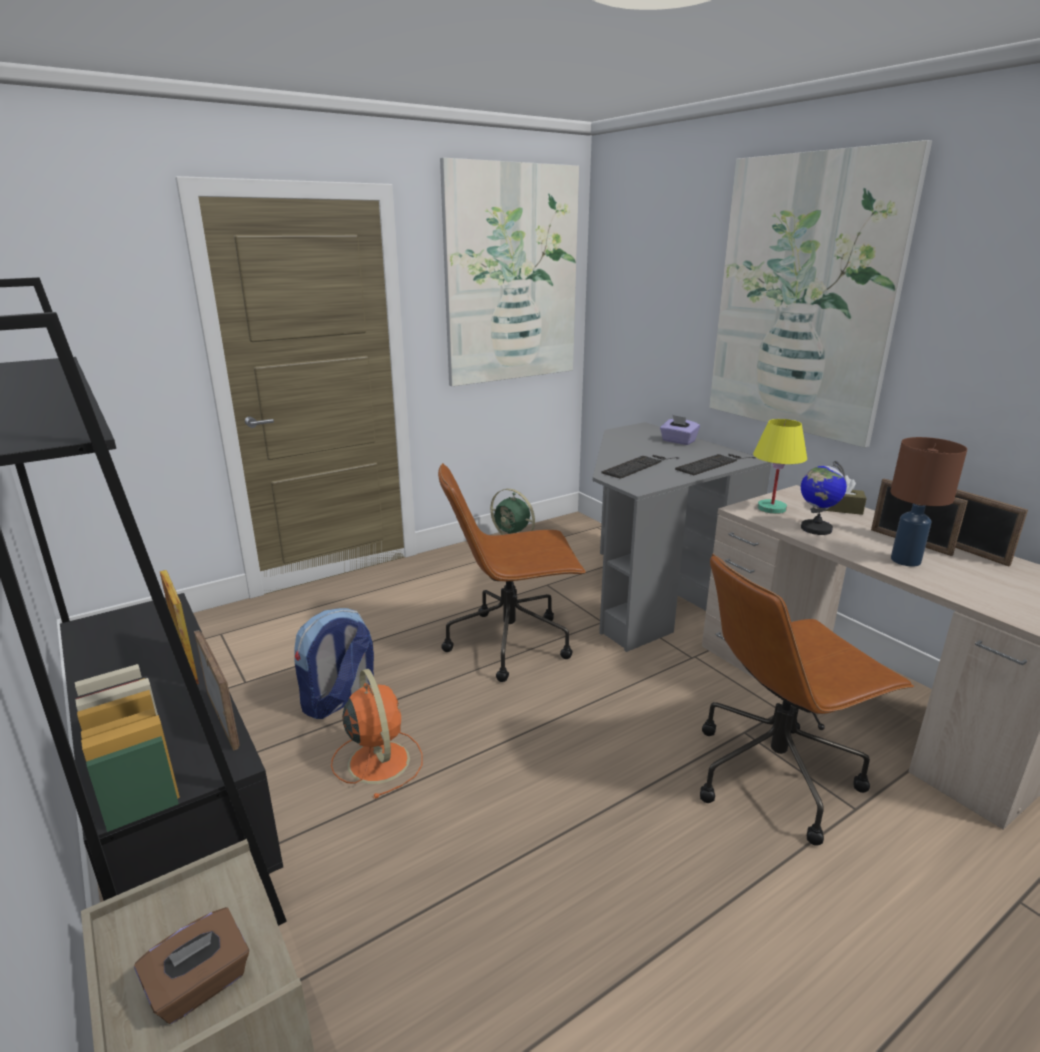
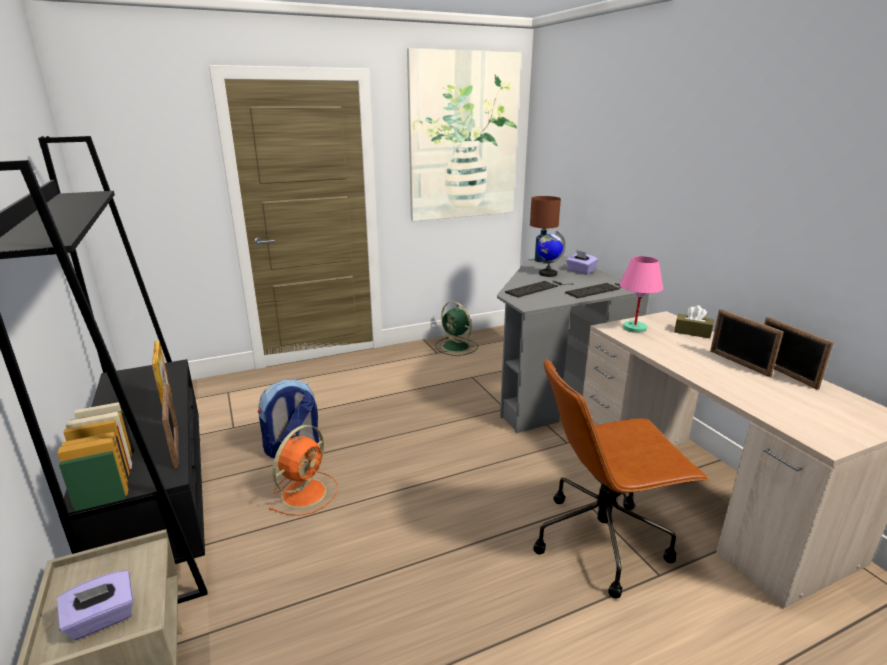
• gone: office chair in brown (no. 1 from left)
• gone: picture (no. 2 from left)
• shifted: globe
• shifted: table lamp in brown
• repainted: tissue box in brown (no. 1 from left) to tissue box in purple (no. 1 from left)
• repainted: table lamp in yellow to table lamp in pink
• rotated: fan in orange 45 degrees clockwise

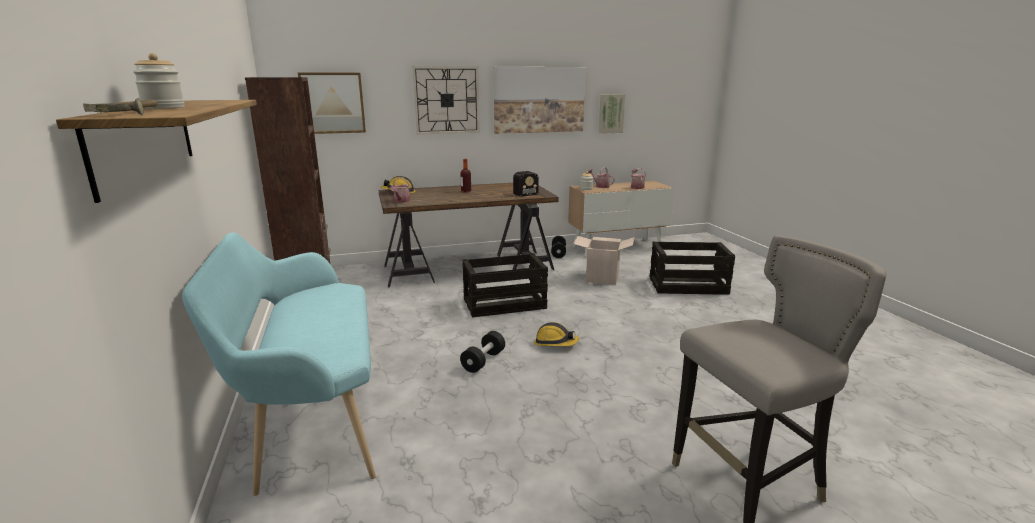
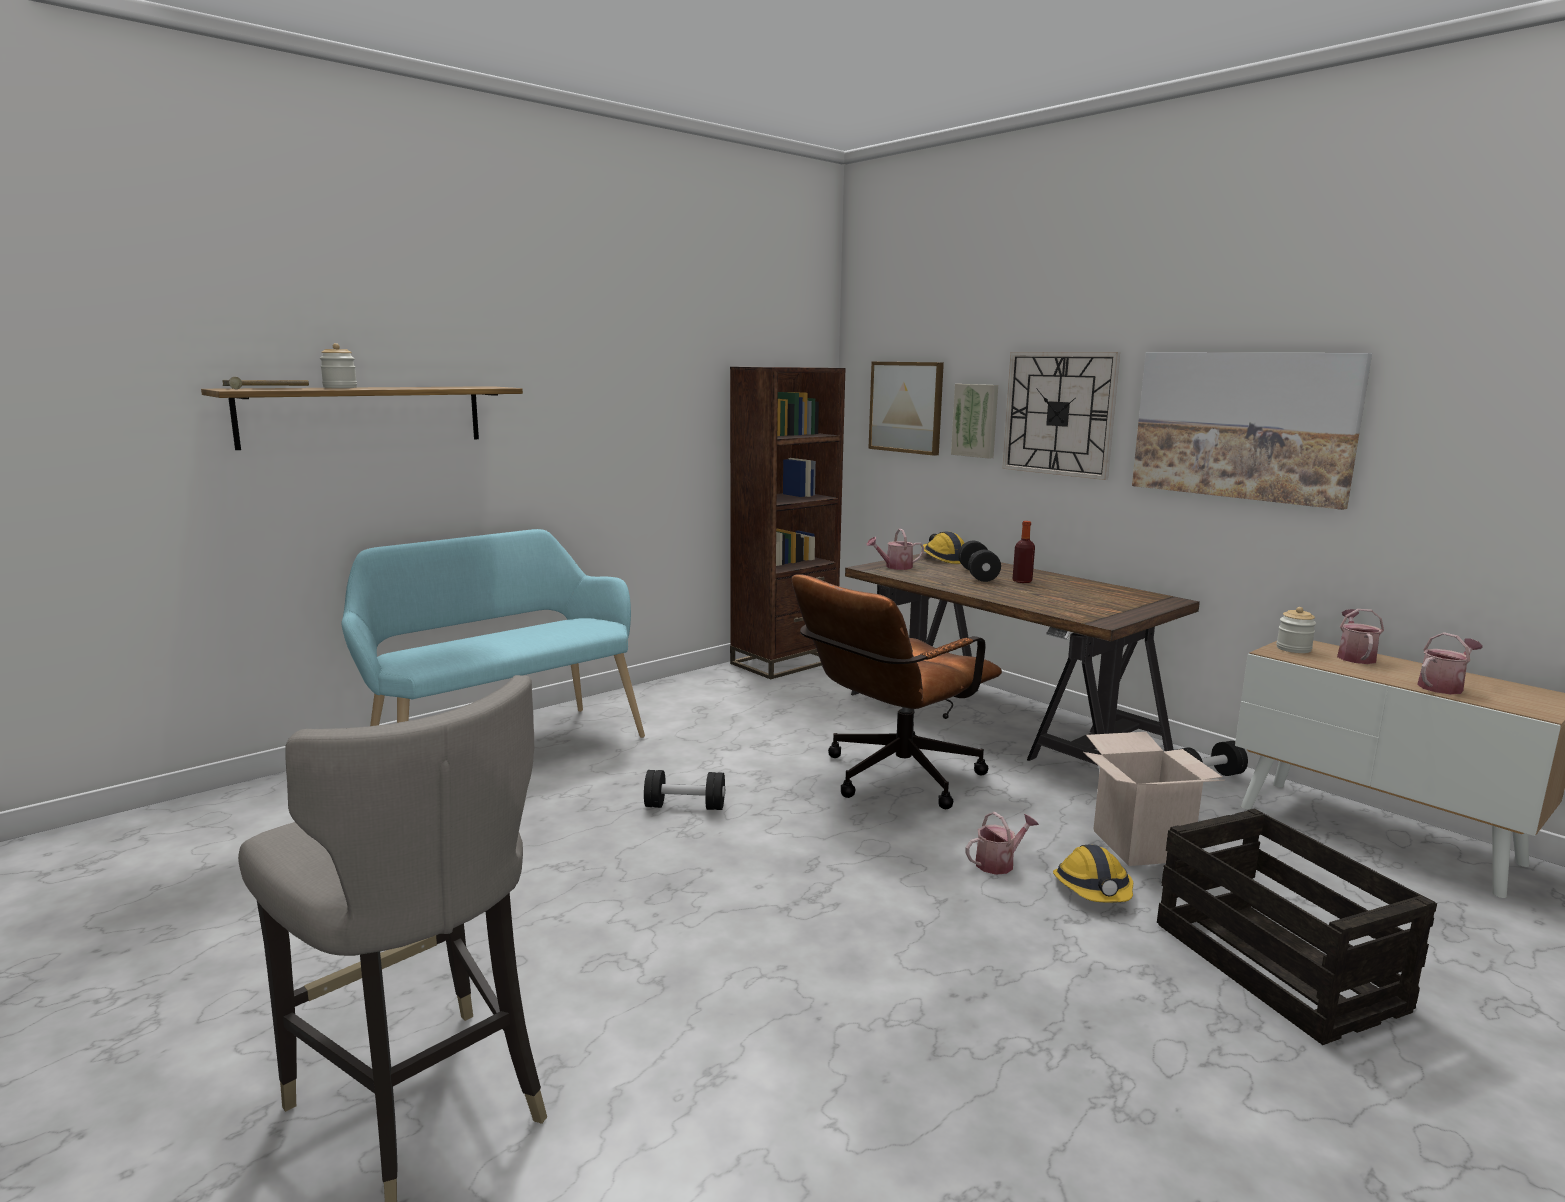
• gone: radio
• new: dumbbell in black (no. 2 from left)
• new: watering can (no. 2 from left)
• shifted: hard hat (no. 2 from left)
• shifted: picture (no. 3 from left in the first image) to picture (no. 2 from left)
• swapped: crate (no. 1 from left) to office chair in brown

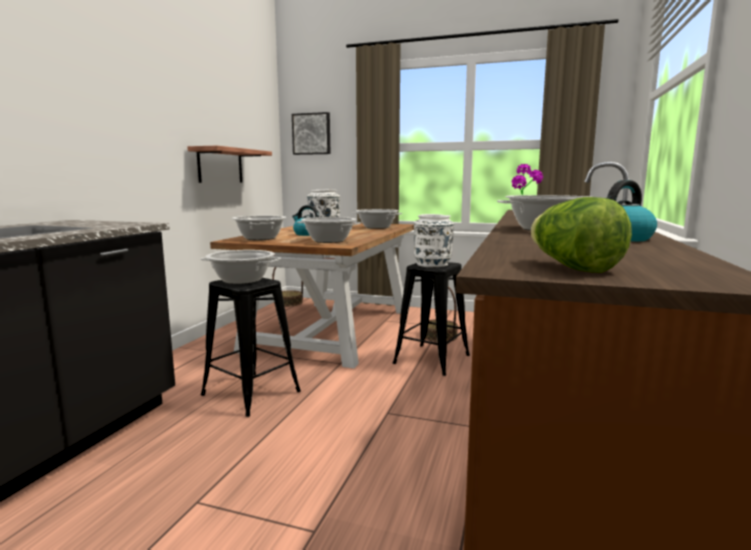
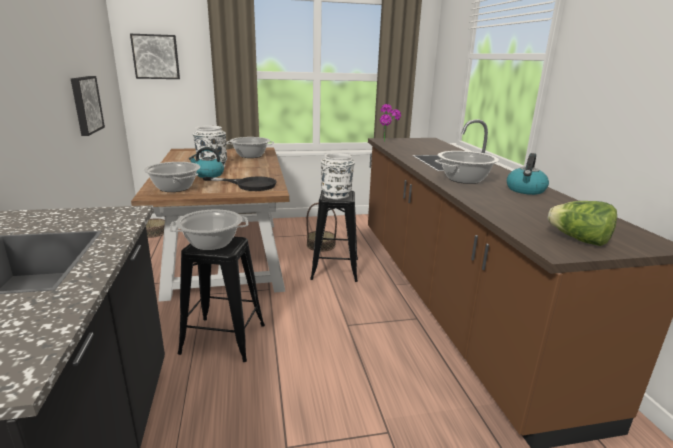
• swapped: shelf to picture (no. 1 from left)
• swapped: cooking pot (no. 3 from left) to frying pan in black

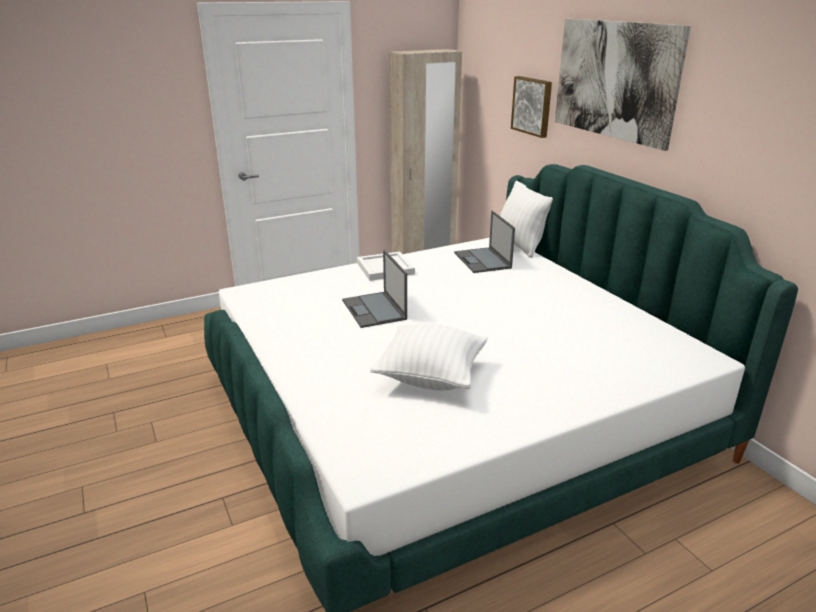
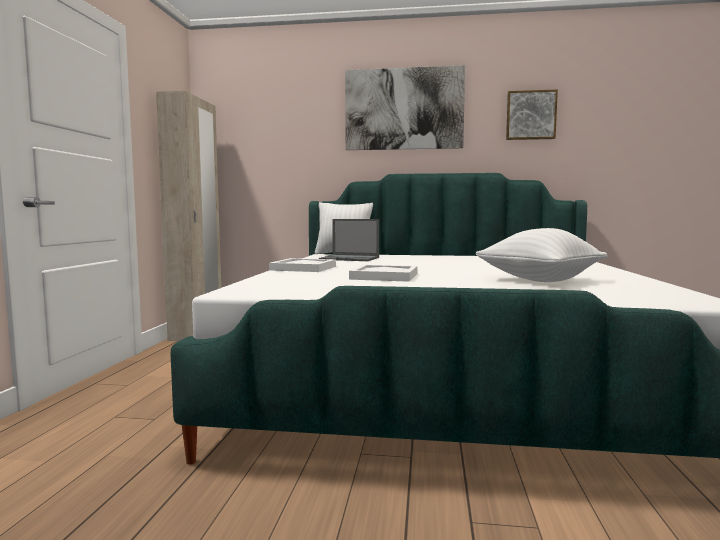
• shifted: picture (no. 1 from left in the first image) to picture (no. 2 from left)
• swapped: laptop (no. 1 from left) to tray in white (no. 2 from left)

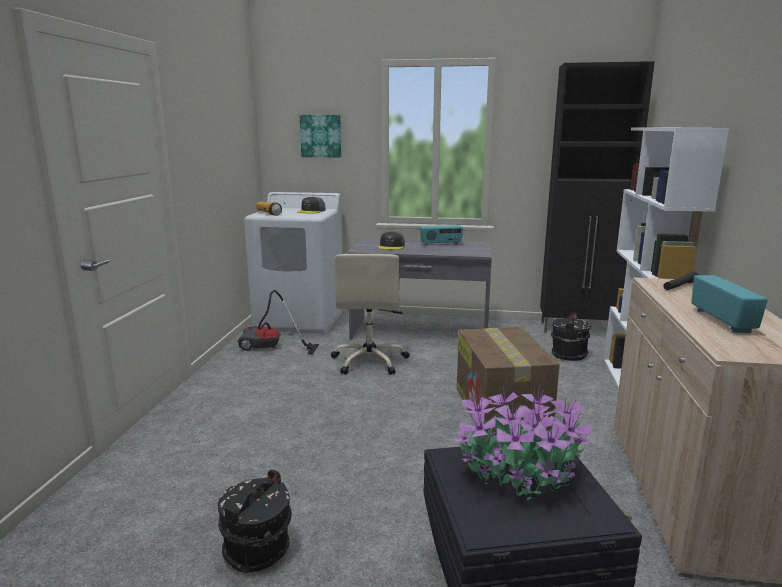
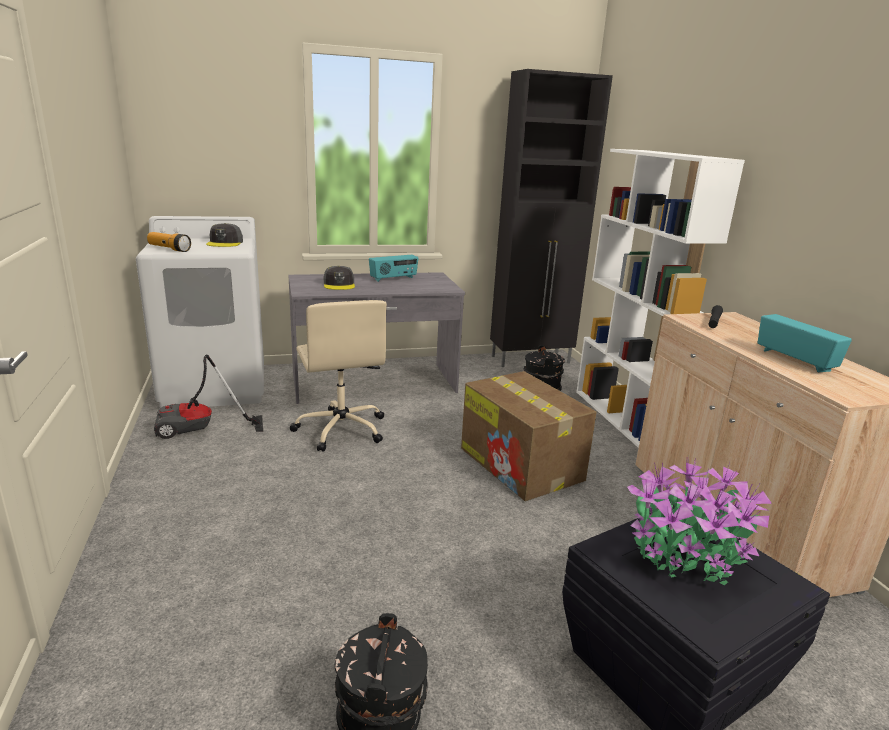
• gone: picture

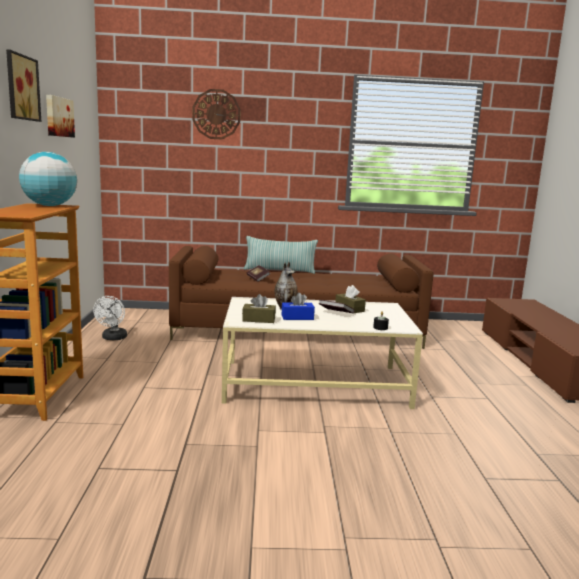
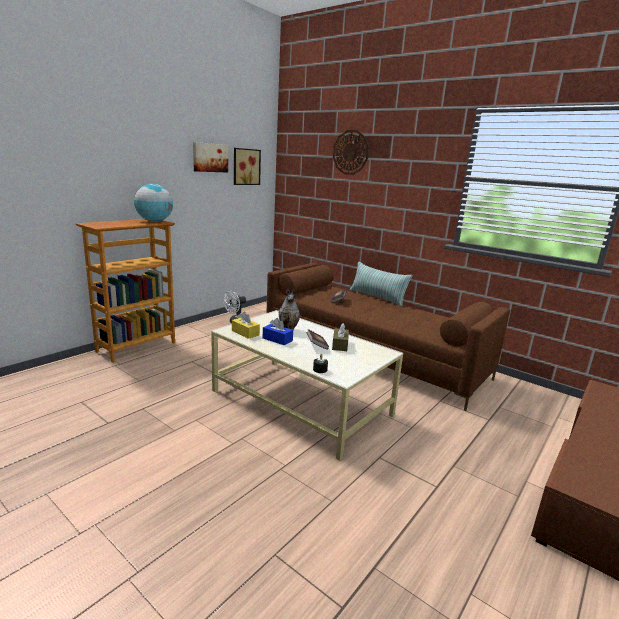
• shifted: picture (no. 1 from left in the first image) to picture (no. 2 from left)
• repainted: tissue box in brown (no. 1 from left) to tissue box in yellow

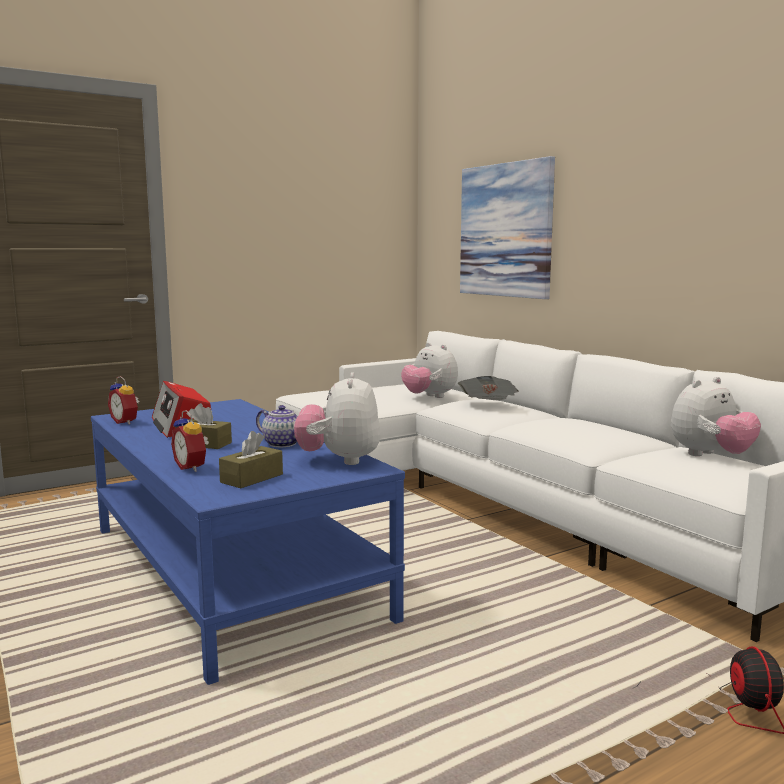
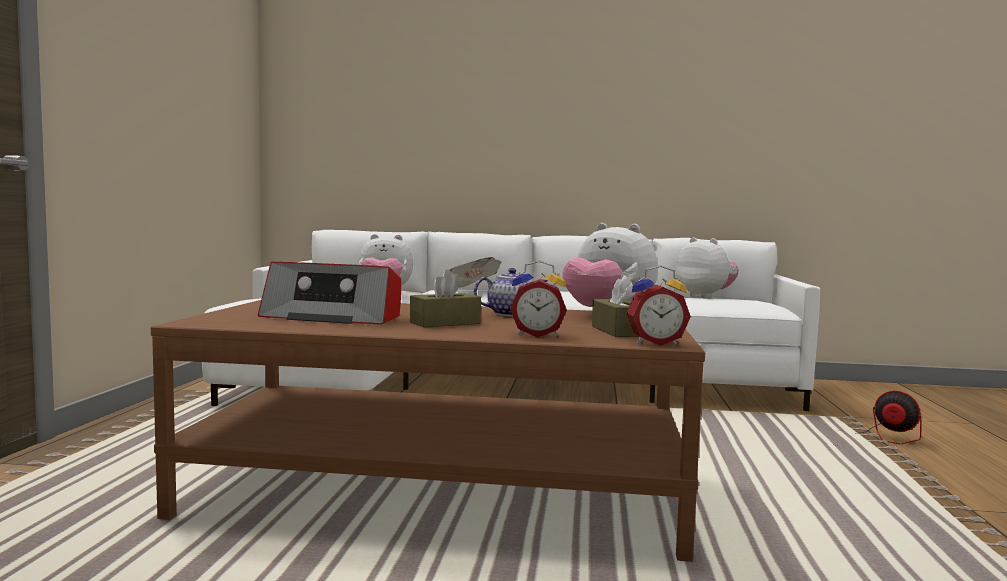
• gone: picture
• shifted: alarm clock (no. 1 from left in the first image) to alarm clock (no. 2 from left)
• repainted: coffee table in blue to coffee table in brown
• rotated: plush toy (no. 3 from left) 45 degrees counterclockwise

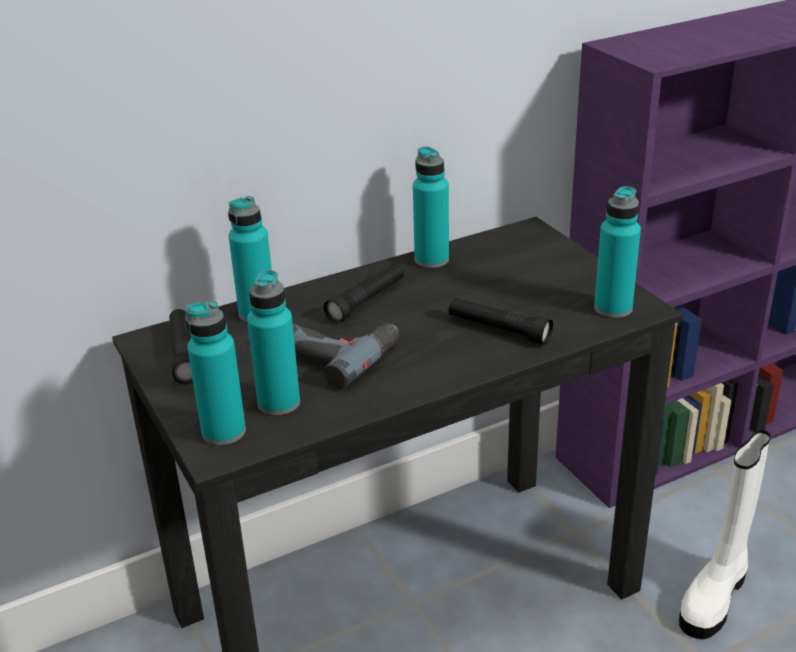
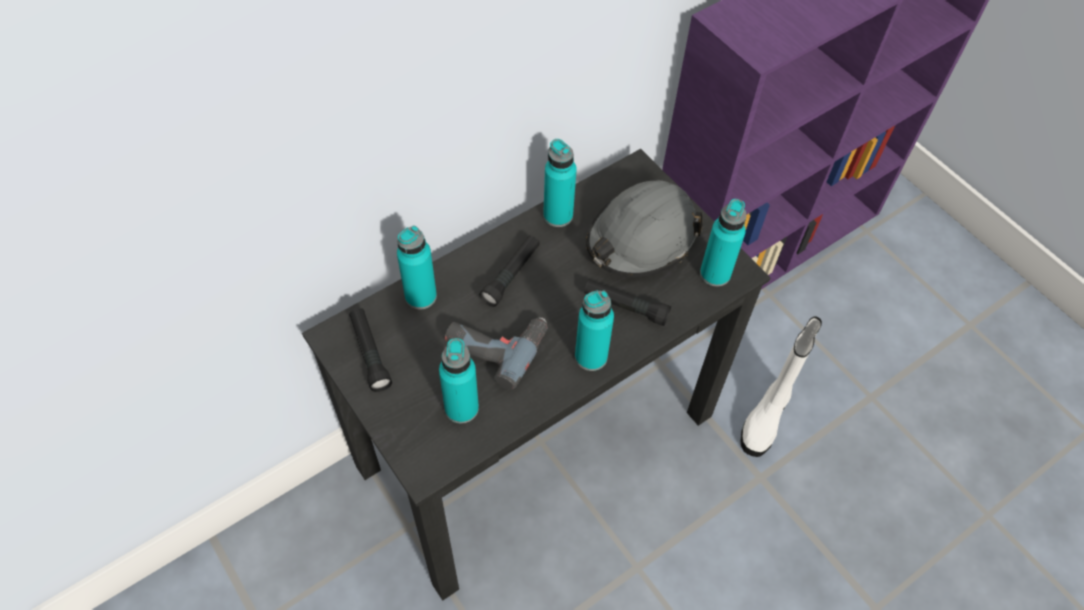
• new: hard hat in grey
• shifted: bottle in turquoise (no. 1 from left in the first image) to bottle in turquoise (no. 4 from left)

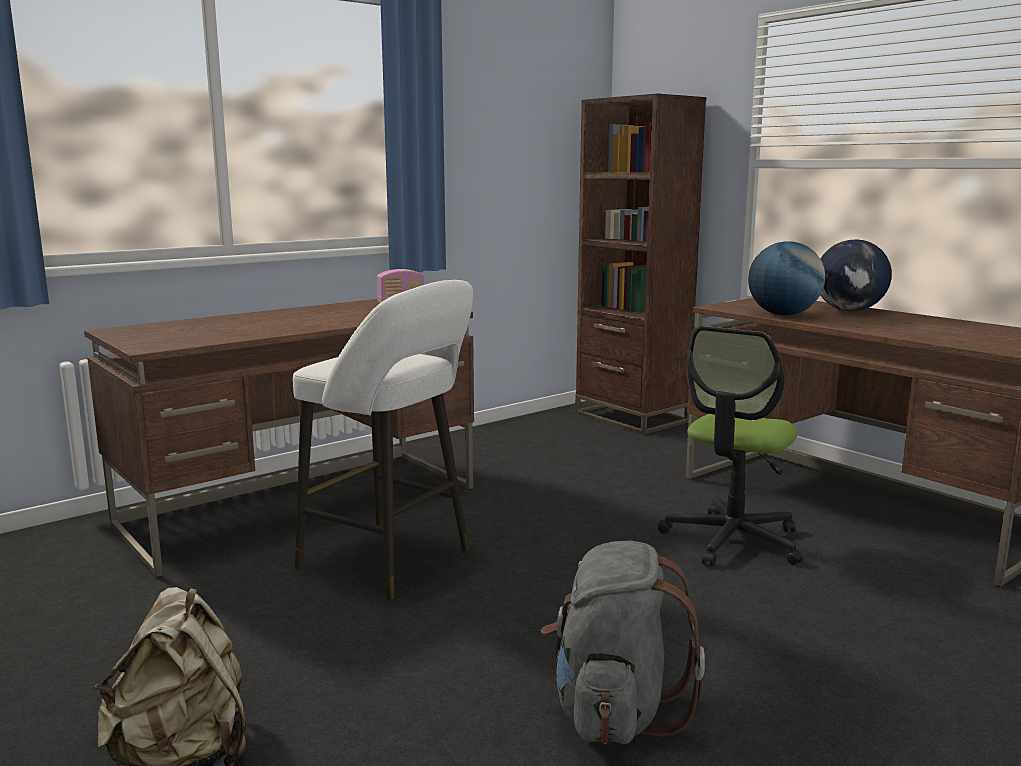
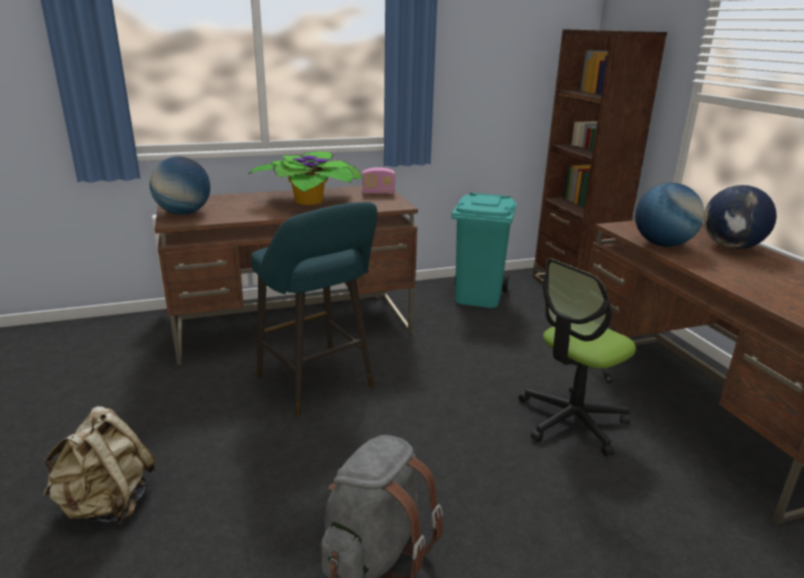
• new: globe (no. 1 from left)
• new: potted plant
• new: trash can in turquoise
• repainted: stool in white to stool in turquoise

